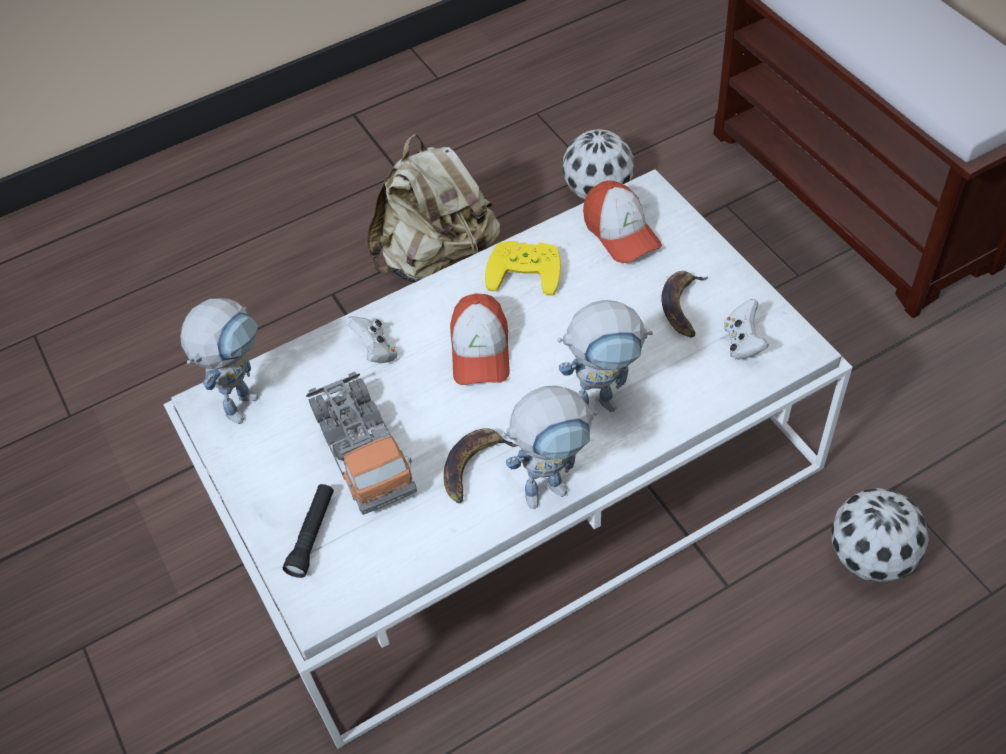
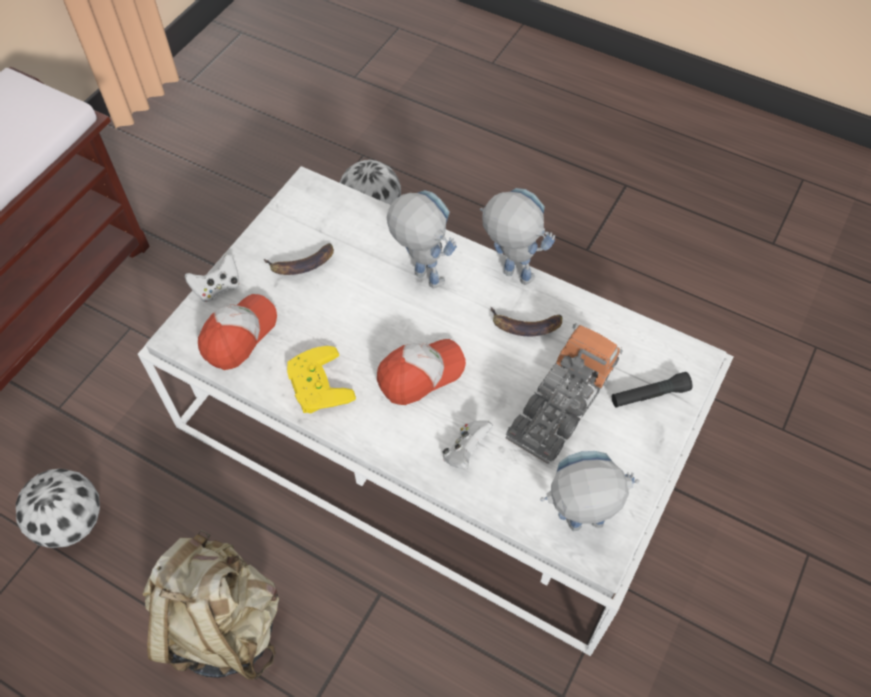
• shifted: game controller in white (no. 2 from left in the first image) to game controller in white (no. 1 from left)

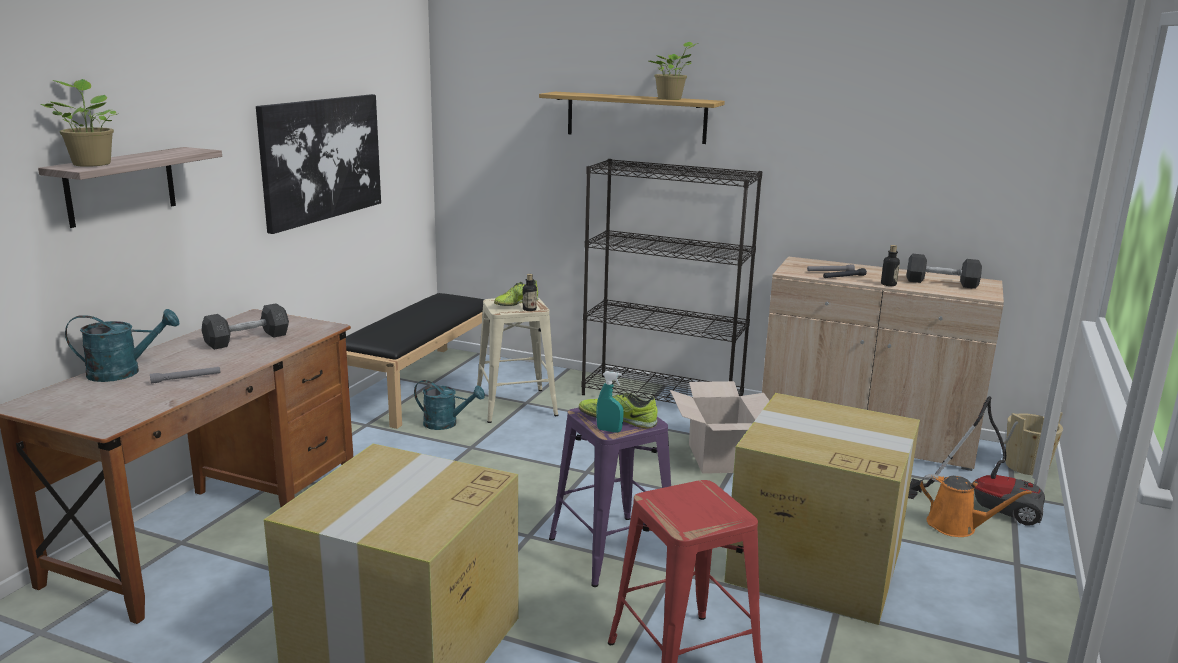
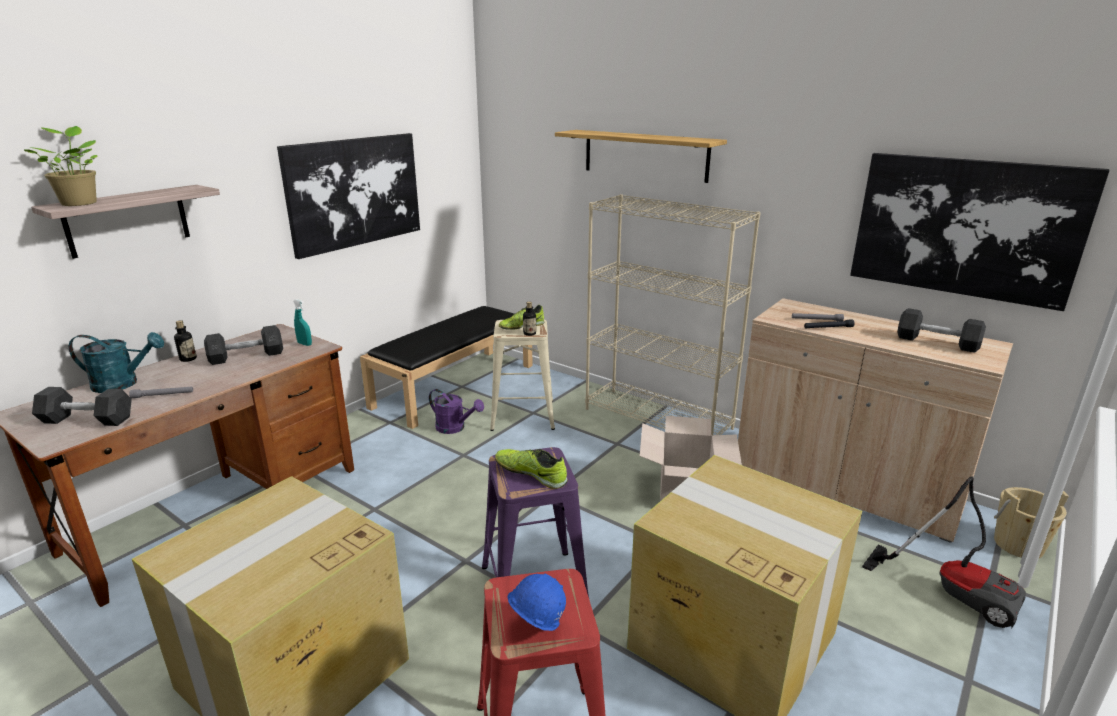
• gone: potted plant (no. 2 from left)
• gone: watering can in orange
• new: dumbbell in grey (no. 1 from left)
• new: hard hat in blue
• new: picture (no. 2 from left)
• shifted: spray bottle in turquoise
• shifted: bottle (no. 2 from left in the first image) to bottle (no. 1 from left)
• repainted: watering can in turquoise (no. 2 from left) to watering can in purple
• repainted: bookcase in black to bookcase in beige

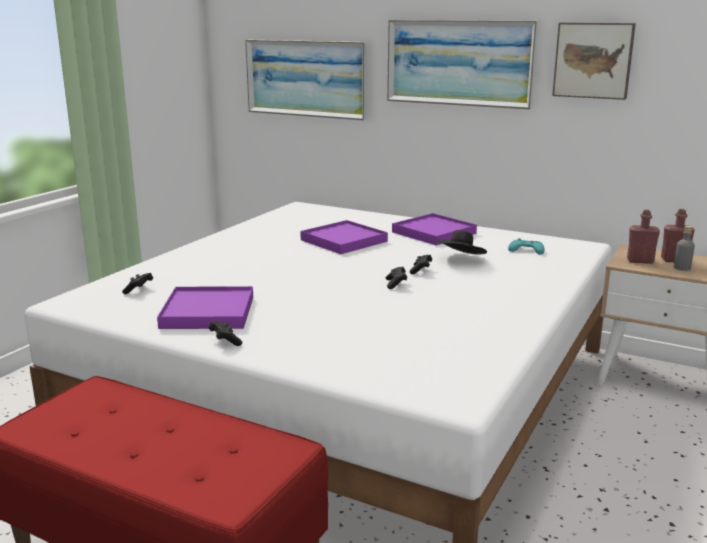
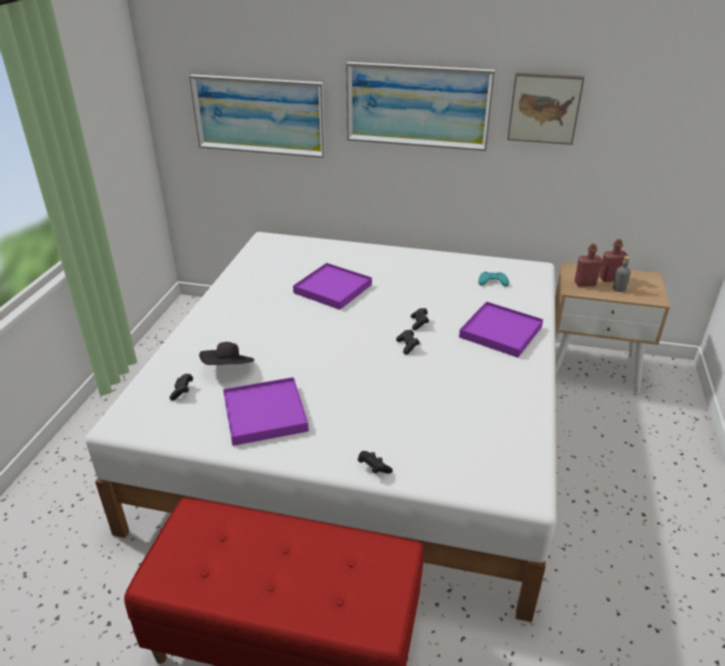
• shifted: game controller in black (no. 2 from left)
• shifted: tray in purple (no. 3 from left)
• shifted: hat in black

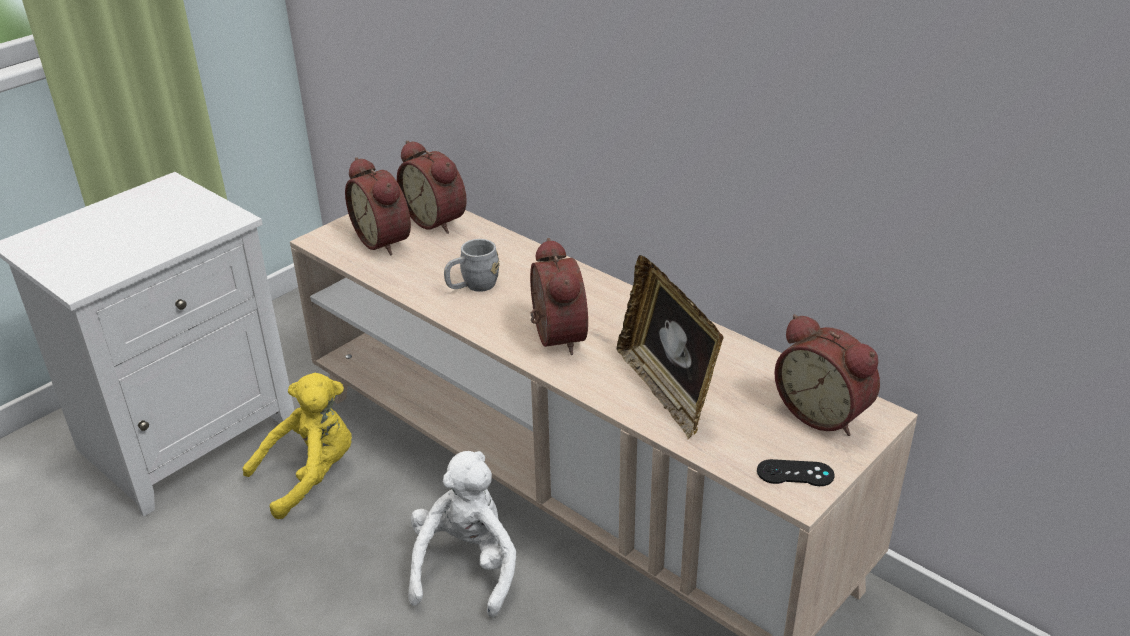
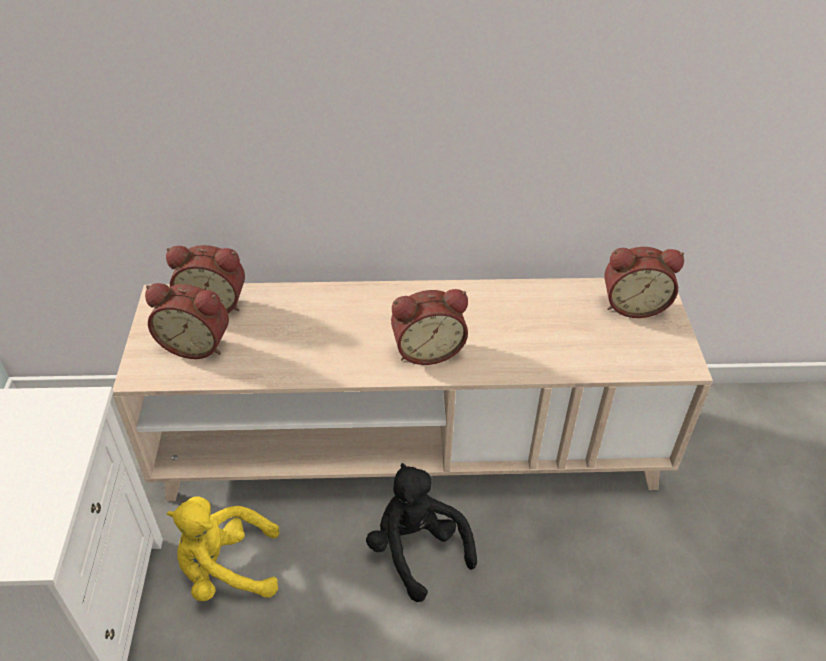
• gone: mug in grey
• gone: picture frame
• gone: game controller in black
• repainted: plush toy in white to plush toy in black
• rotated: plush toy in yellow 105 degrees counterclockwise
• rotated: alarm clock (no. 3 from left) 135 degrees clockwise

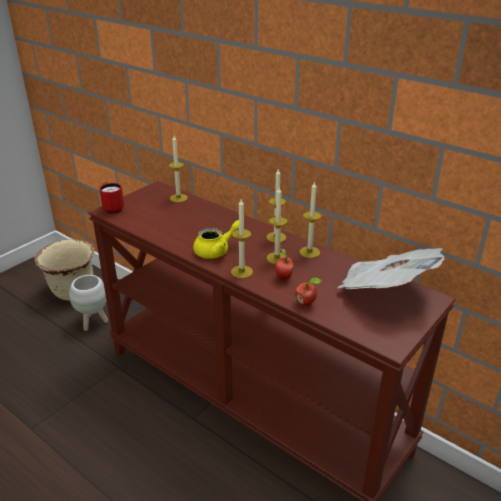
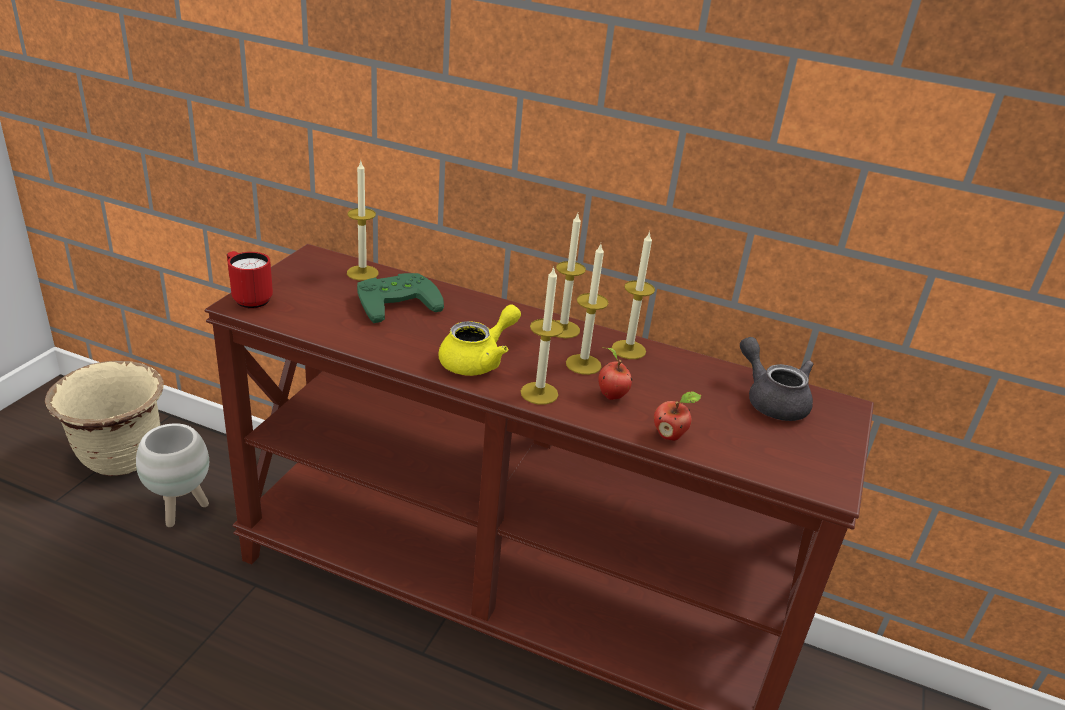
• new: game controller in green
• swapped: newspaper to teapot in grey

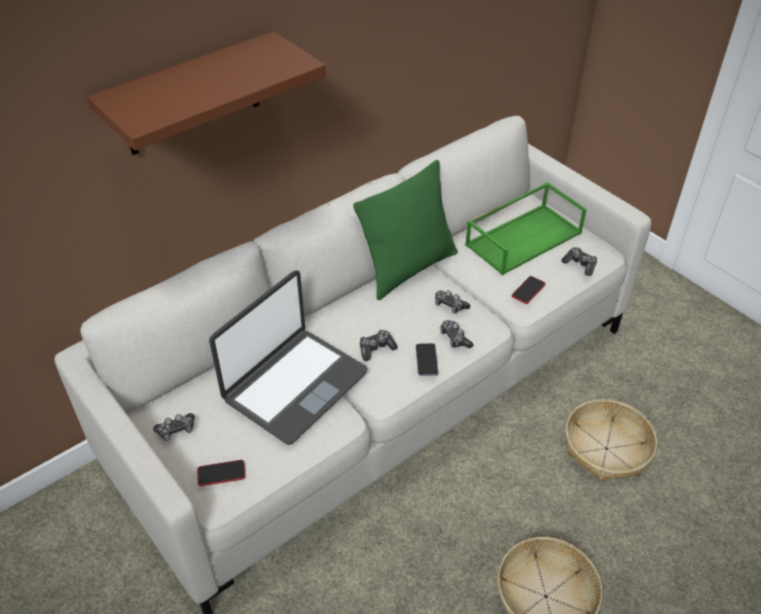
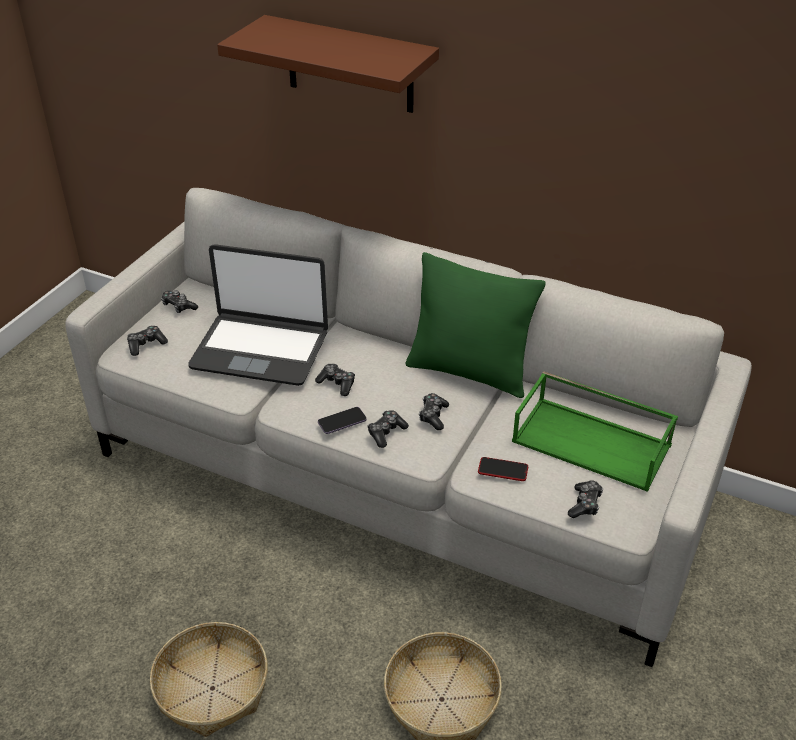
• swapped: phone (no. 1 from left) to game controller (no. 1 from left)

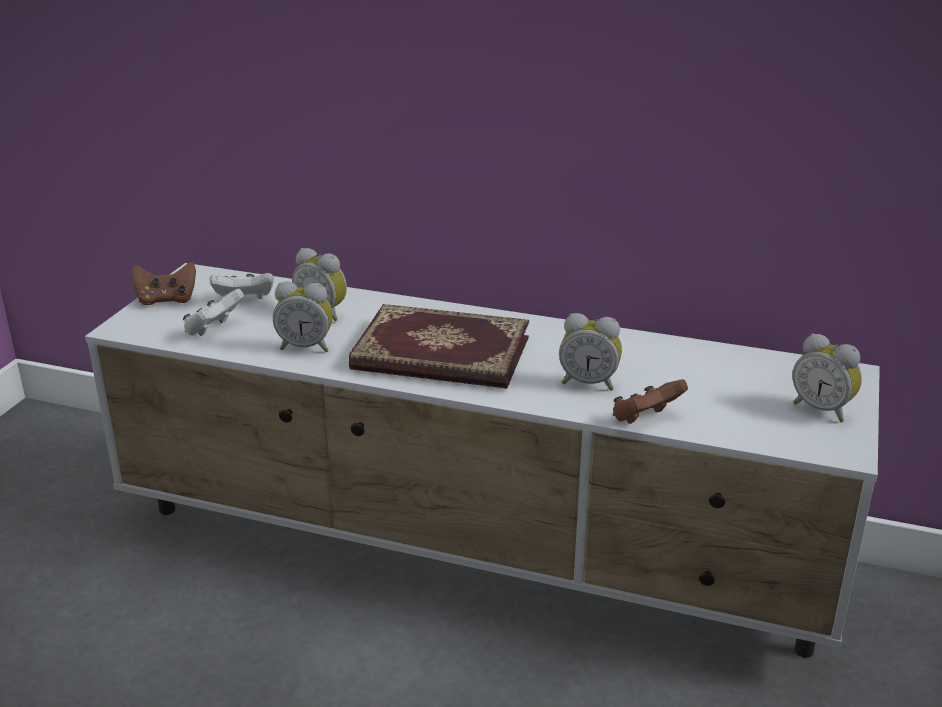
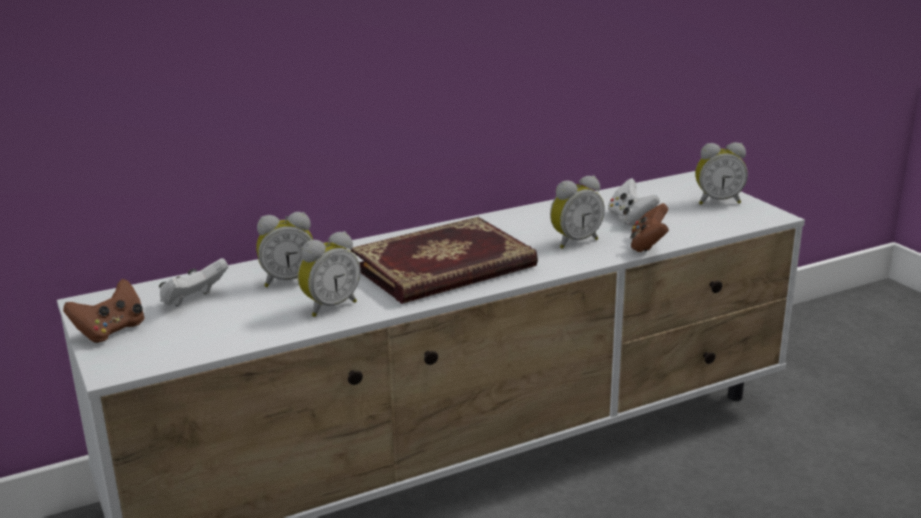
• shifted: game controller in white (no. 1 from left in the first image) to game controller in white (no. 2 from left)

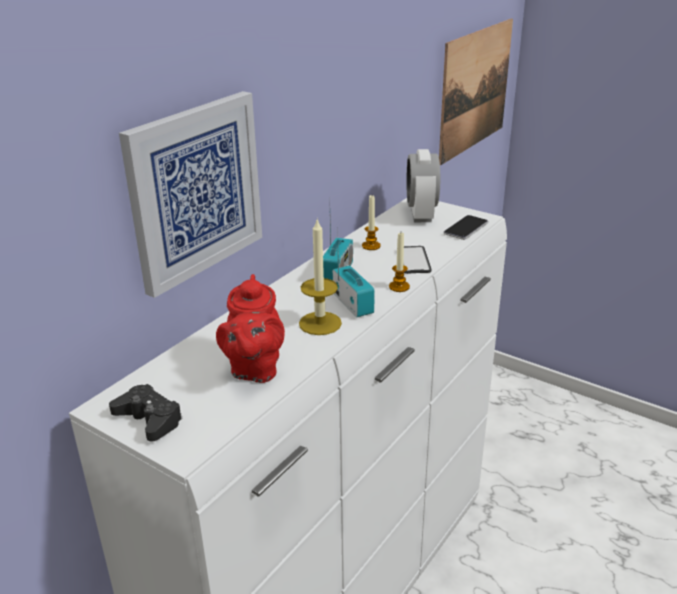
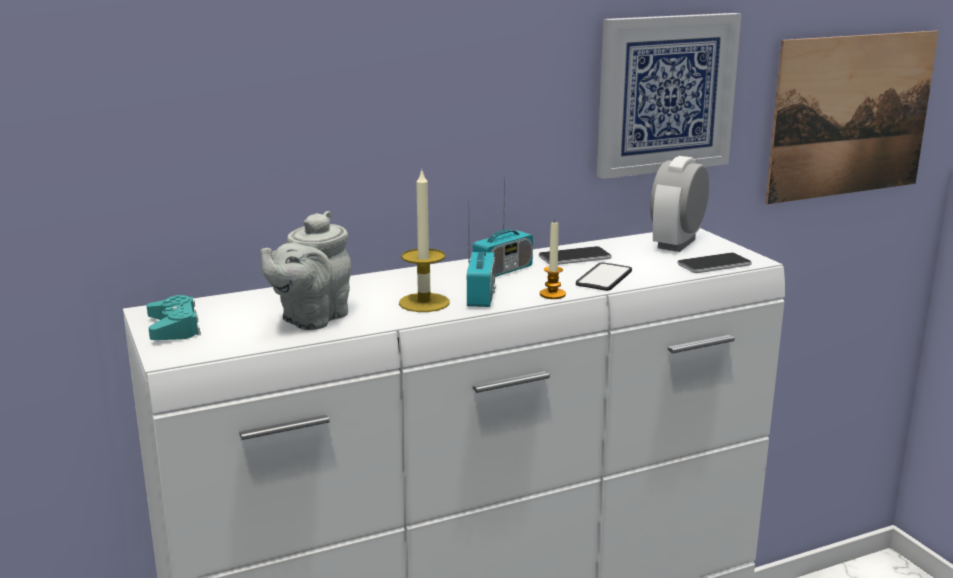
• shifted: picture (no. 1 from left)
• swapped: candle (no. 2 from left) to phone (no. 1 from left)
• repainted: game controller in black to game controller in turquoise
• repainted: teapot in red to teapot in grey

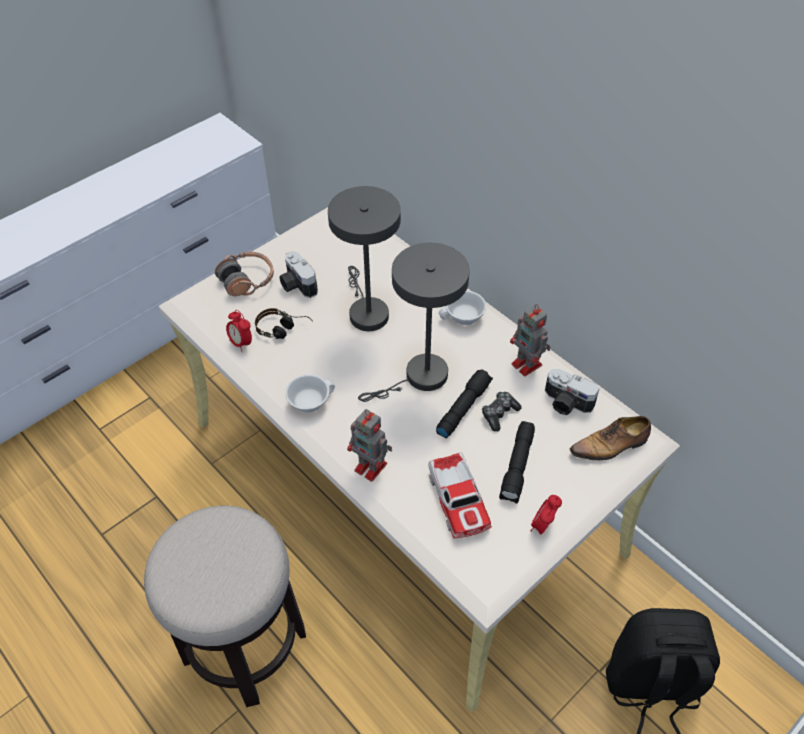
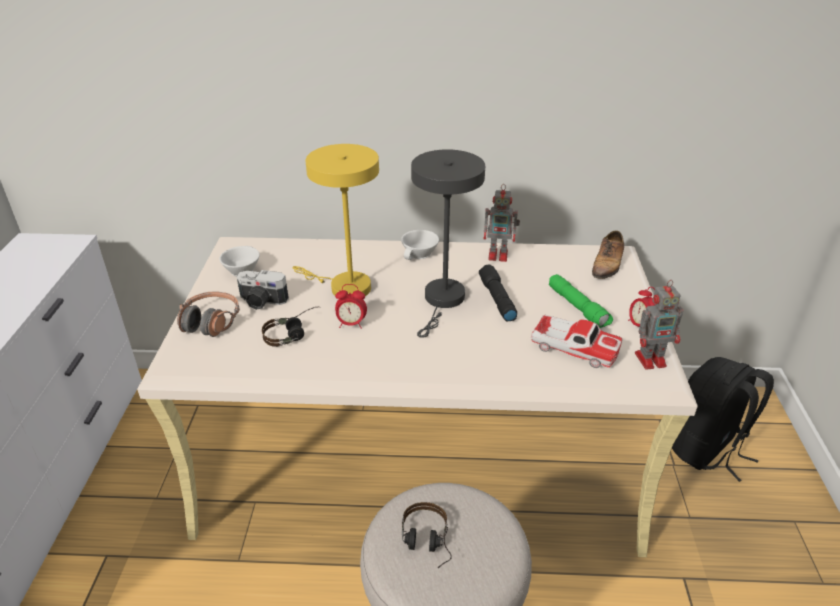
• gone: game controller
• gone: photo camera (no. 2 from left)
• new: headphones (no. 3 from left)
• shifted: alarm clock (no. 1 from left)
• shifted: cup in white (no. 1 from left)
• shifted: toy robot (no. 1 from left in the first image) to toy robot (no. 2 from left)
• repainted: table lamp in grey (no. 1 from left) to table lamp in yellow
• repainted: flashlight in black (no. 2 from left) to flashlight in green

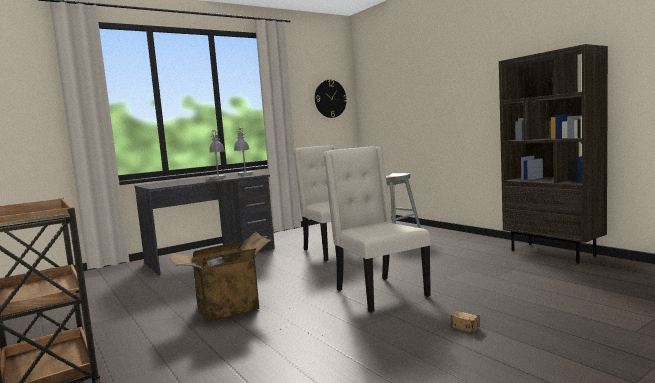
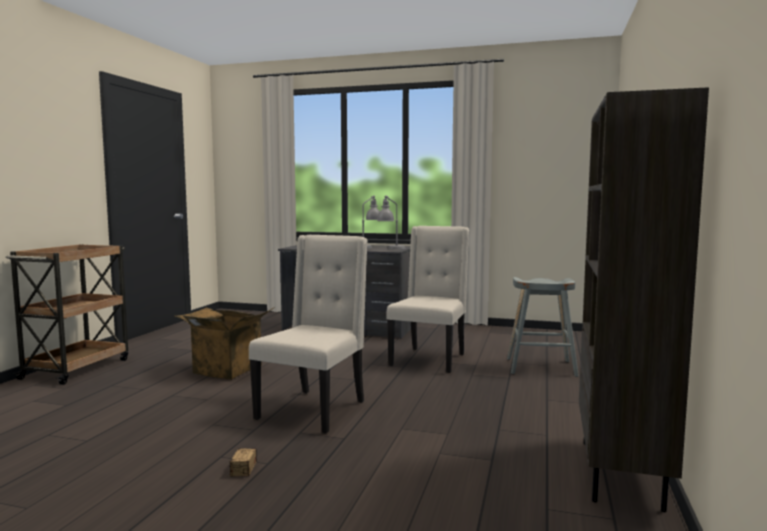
• gone: wall clock

